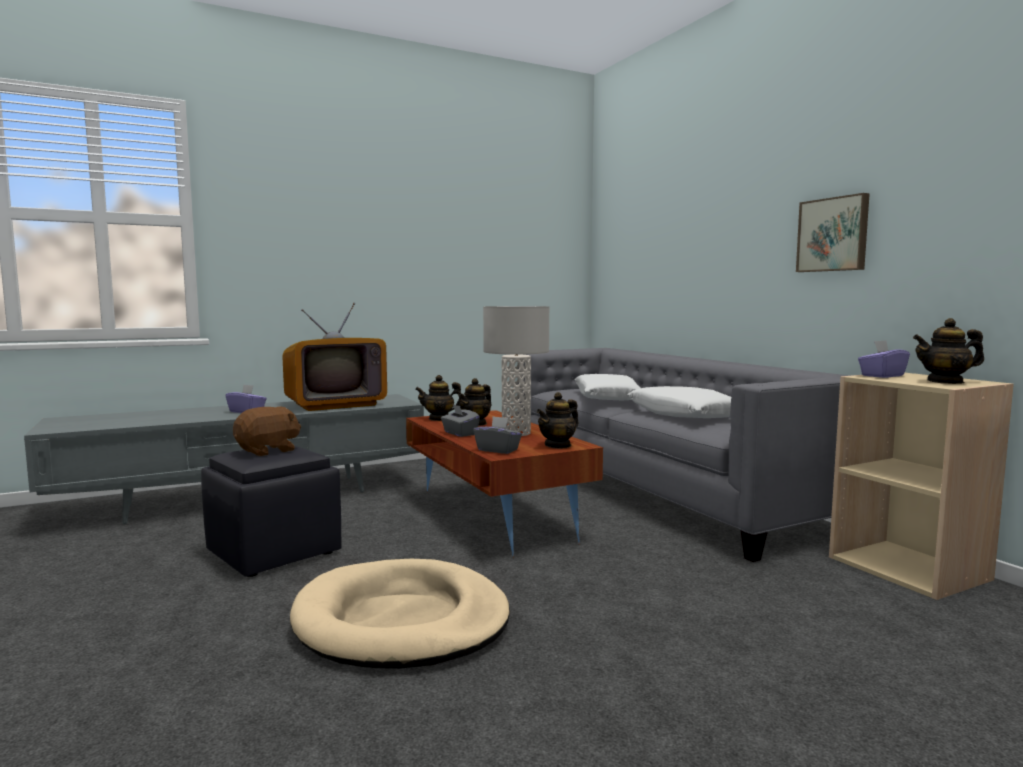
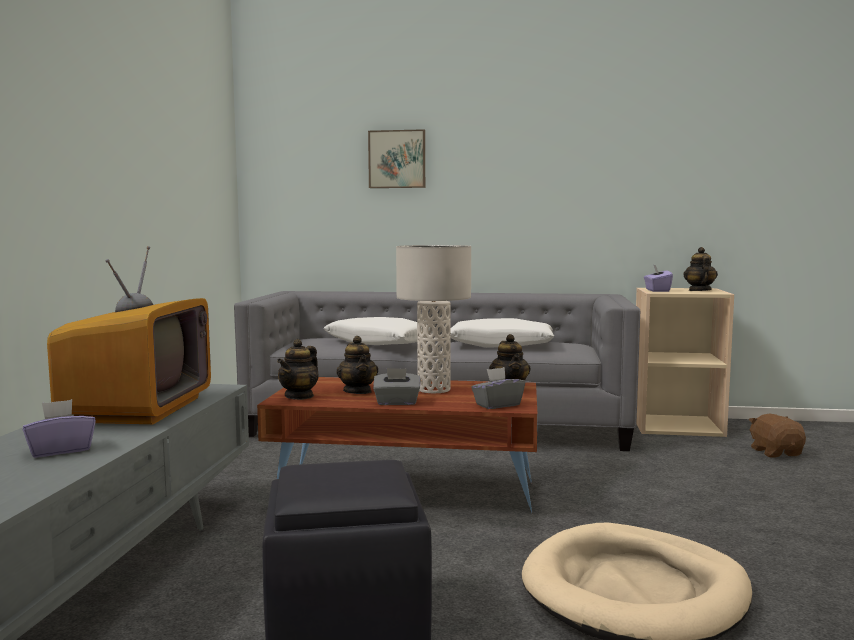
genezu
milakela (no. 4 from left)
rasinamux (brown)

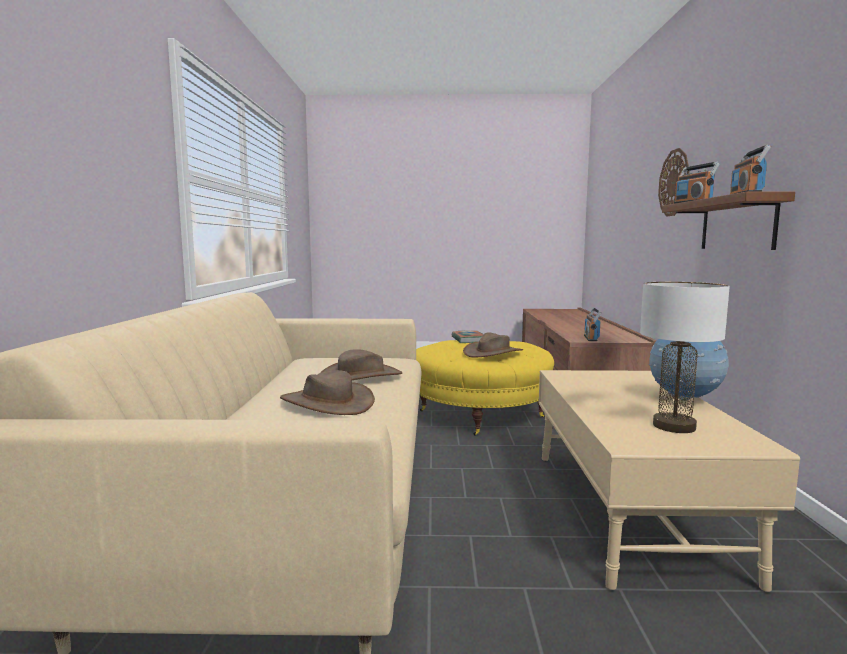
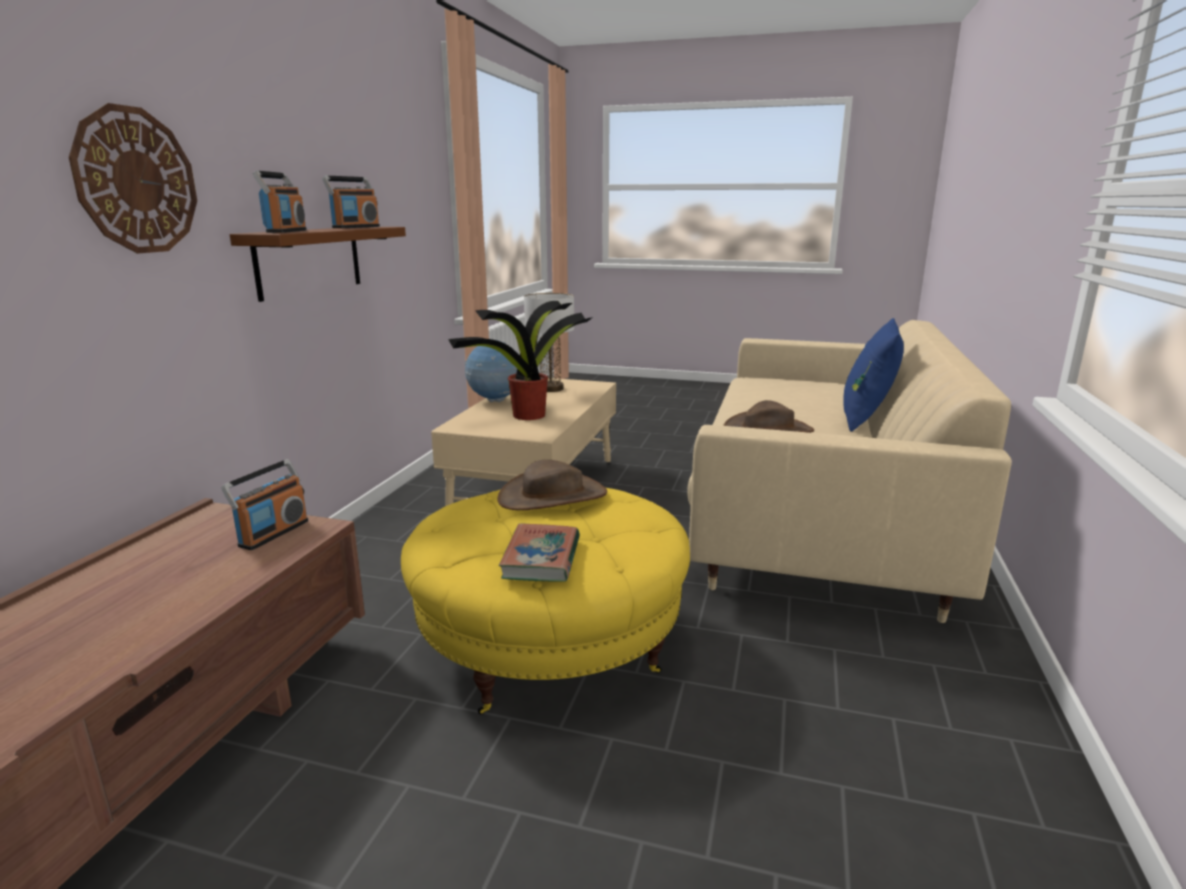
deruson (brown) (no. 1 from left in the first image)
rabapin
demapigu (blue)

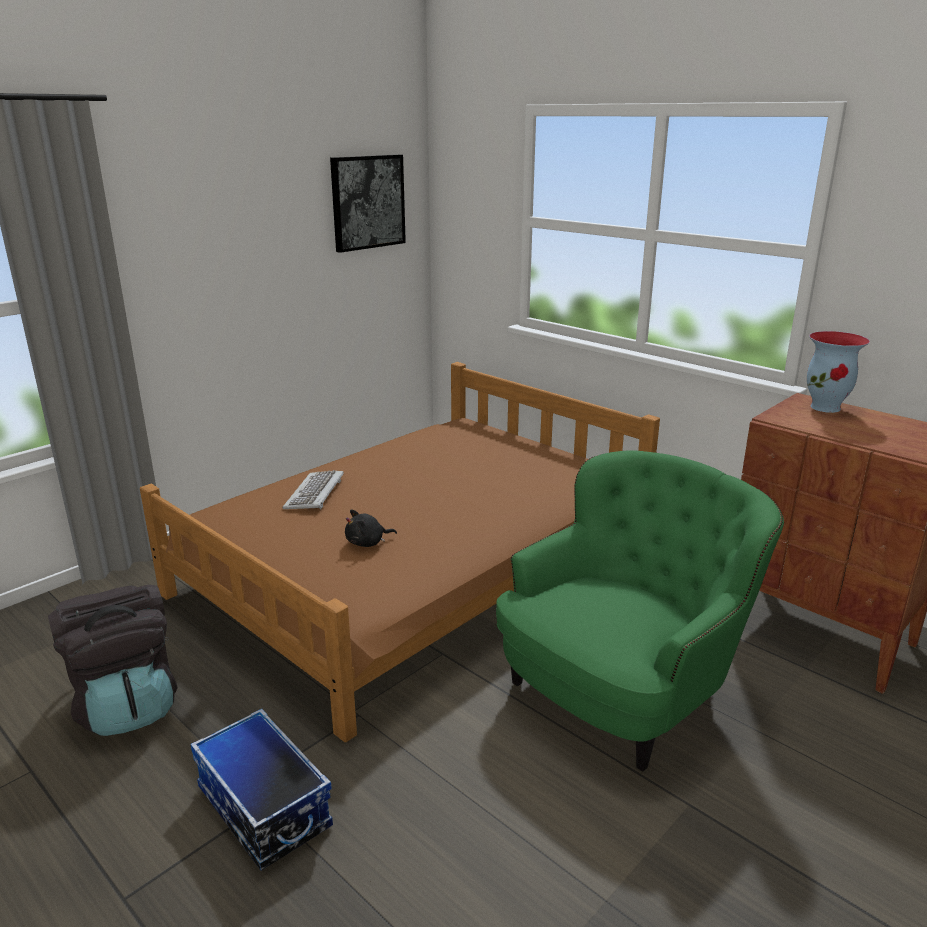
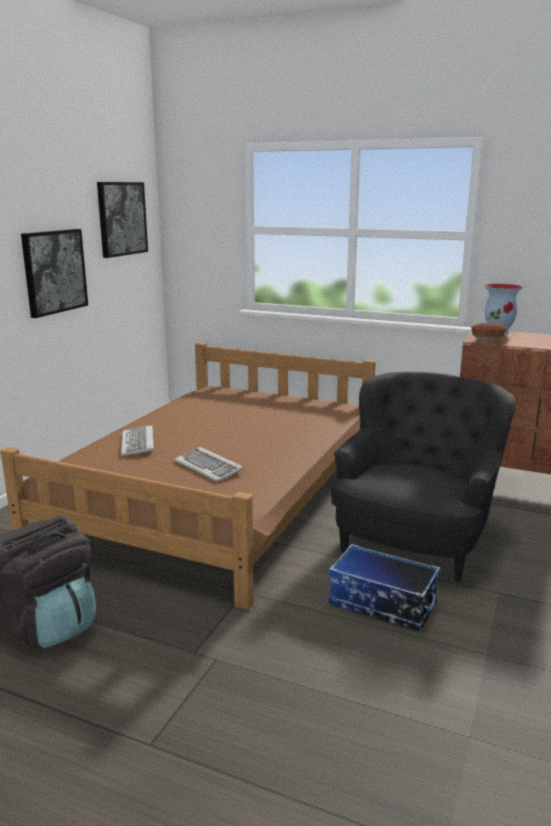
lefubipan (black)
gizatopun (no. 2 from left)
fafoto
genezu (no. 1 from left)
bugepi

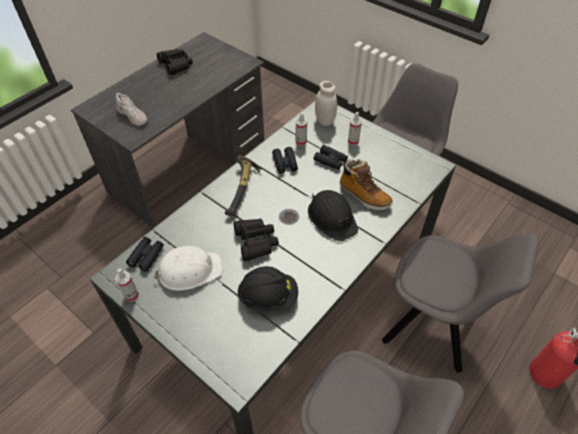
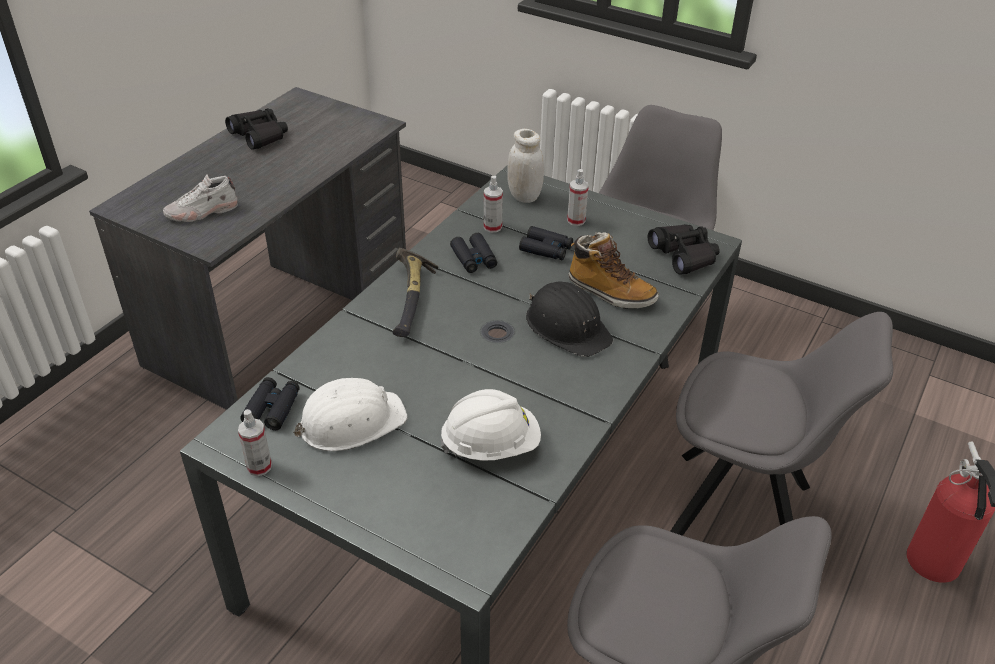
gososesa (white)
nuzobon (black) (no. 5 from left)
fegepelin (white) (no. 2 from left)

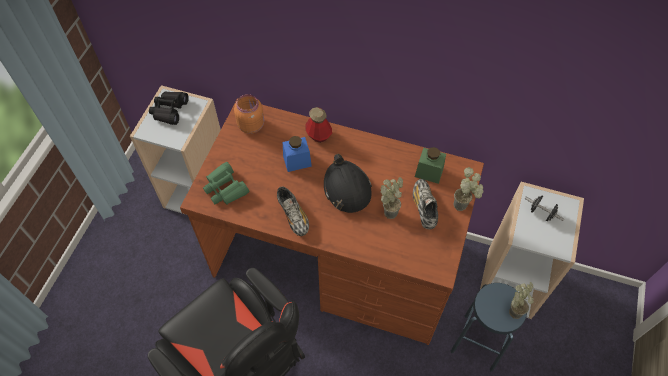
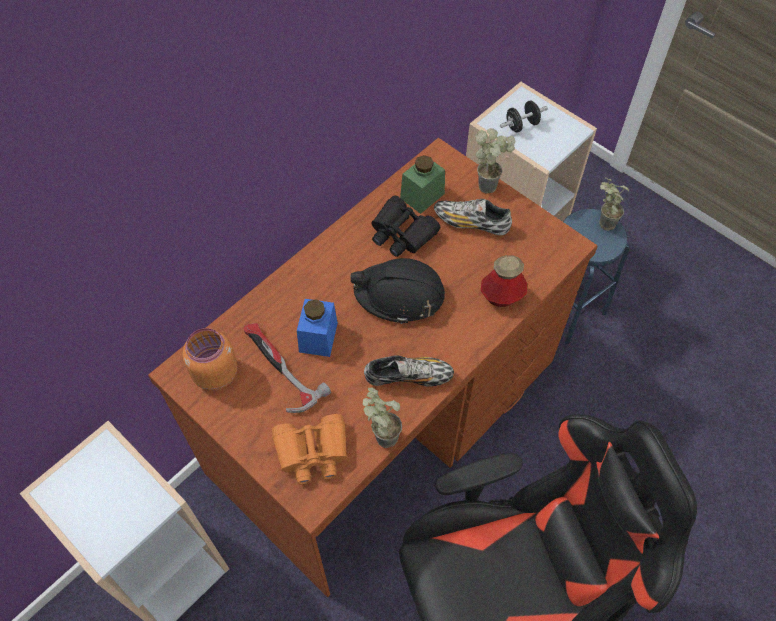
nuzobon (black)
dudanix
nuzobon (orange)
rabapin (no. 1 from left)
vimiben

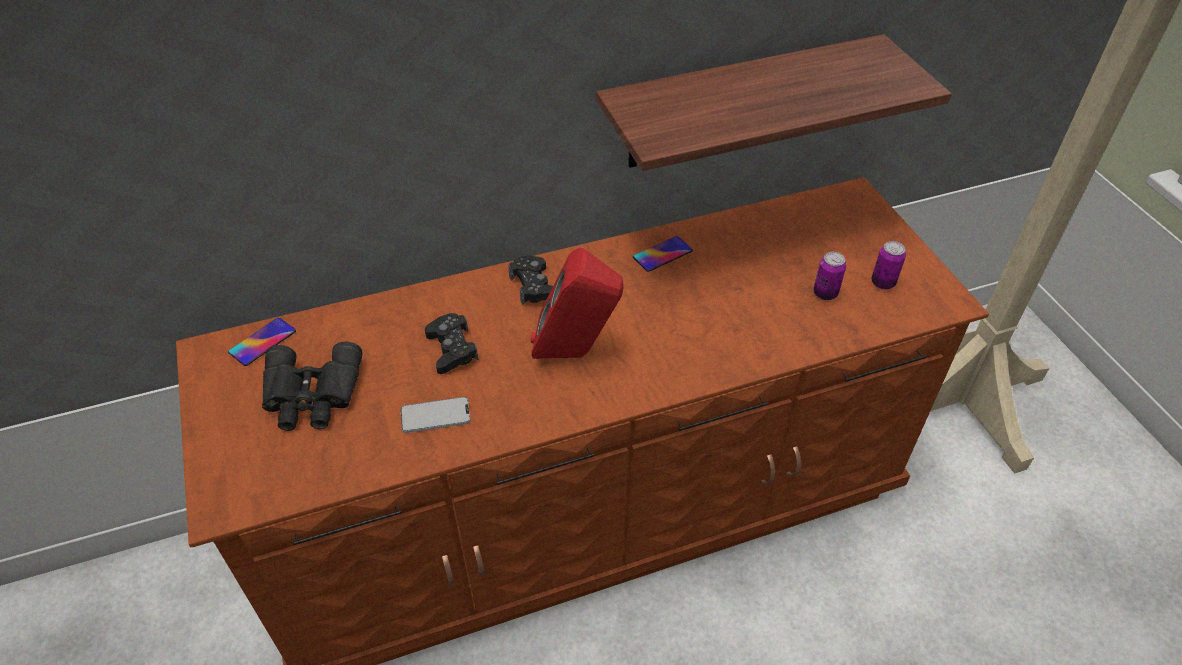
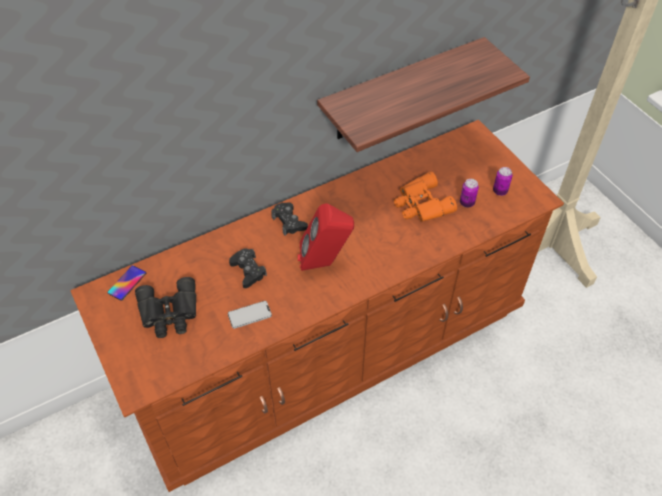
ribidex (no. 3 from left in the first image)
nuzobon (orange)

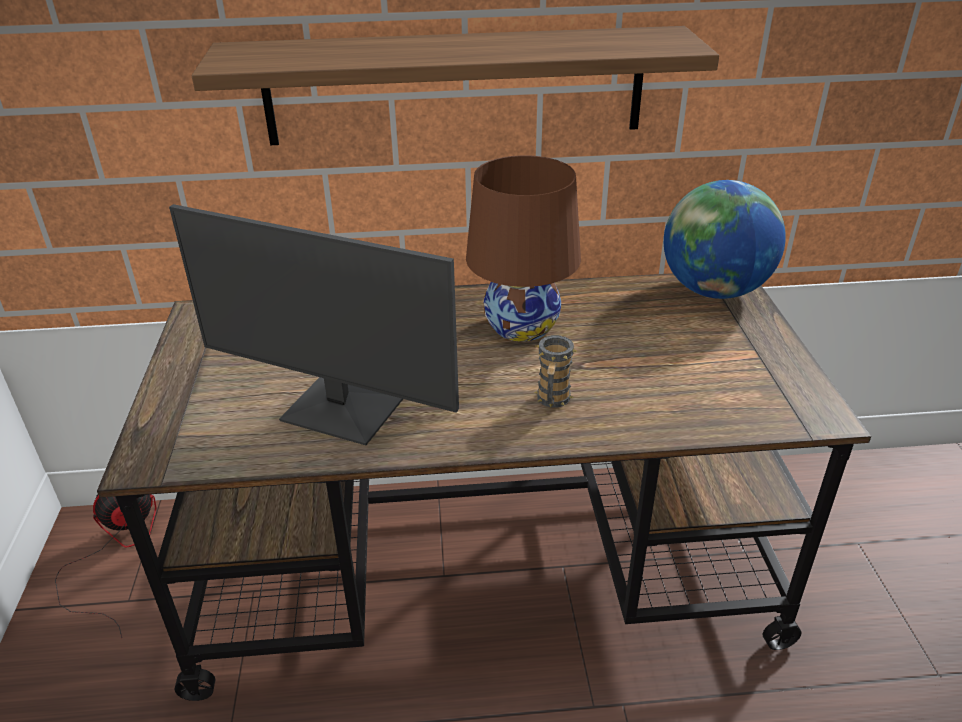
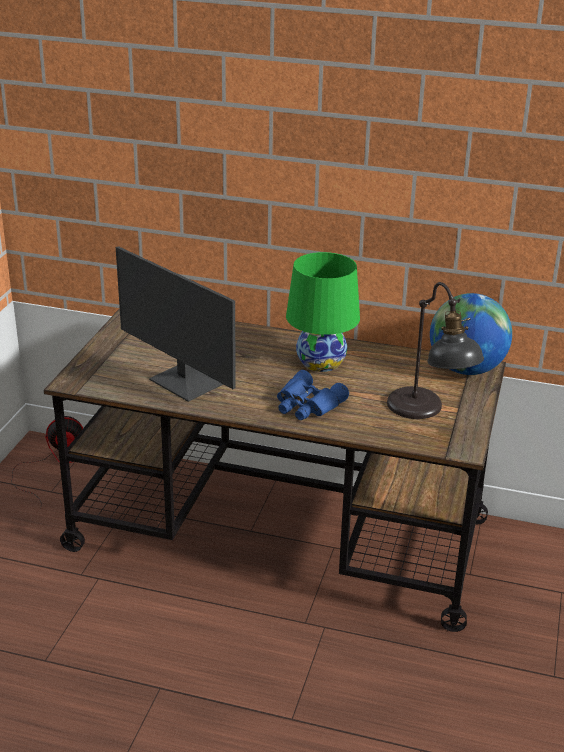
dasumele
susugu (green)
nuzobon (blue)
susugu (grey)

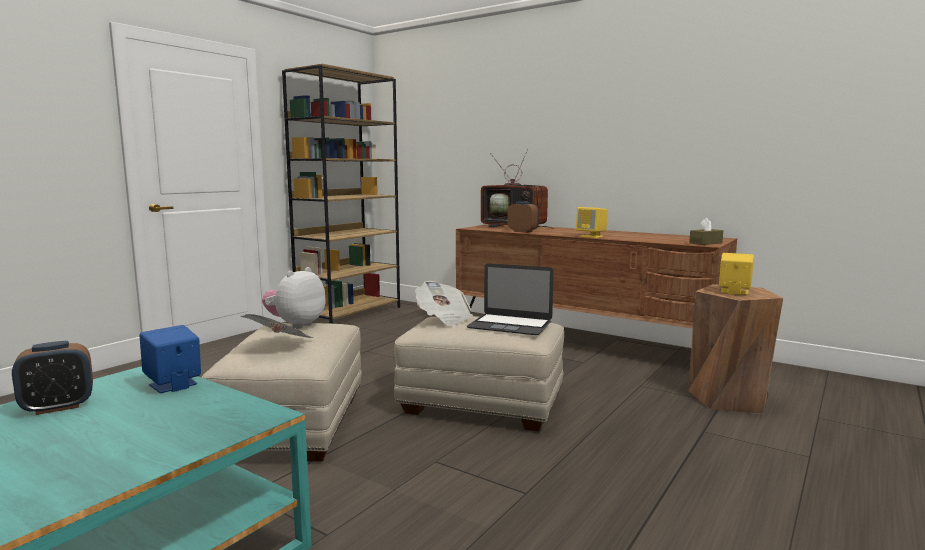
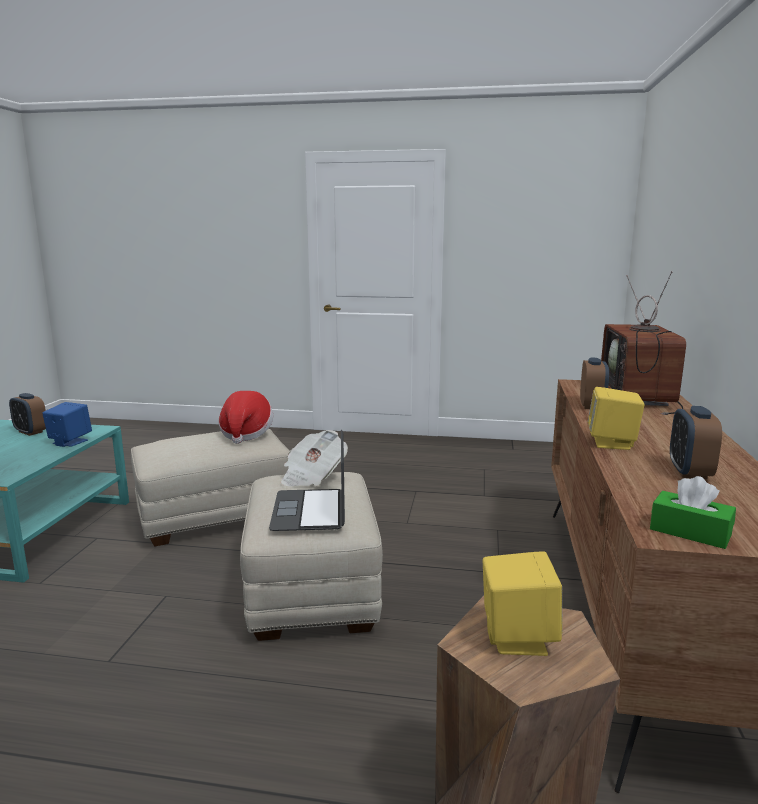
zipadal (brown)
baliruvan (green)
deruson
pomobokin (no. 1 from left in the first image)
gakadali (no. 3 from left)

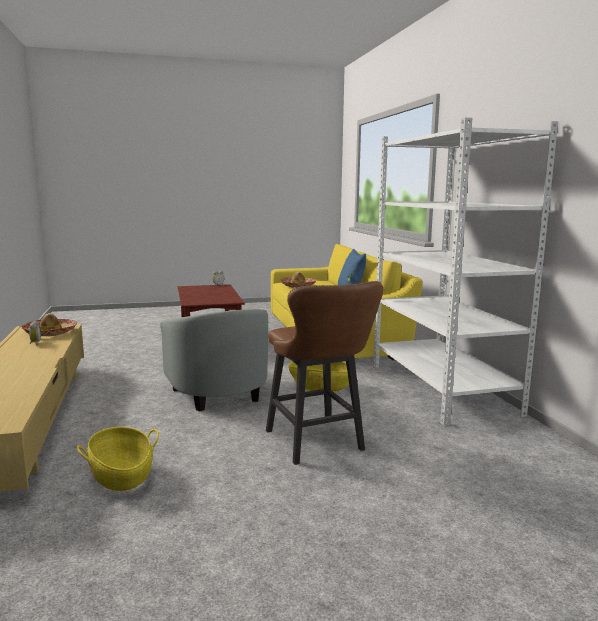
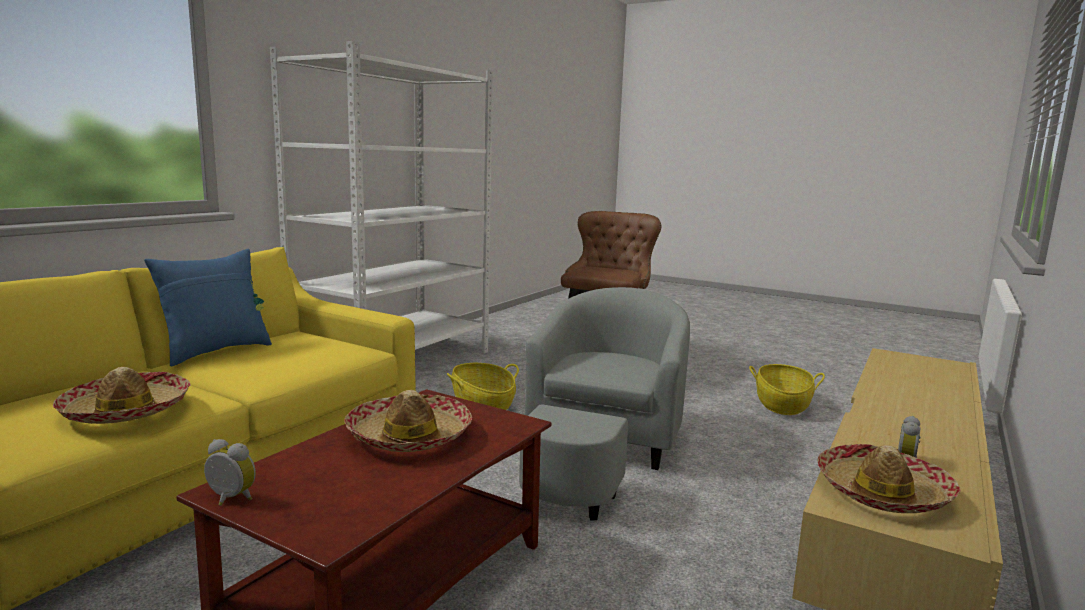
deruson (no. 2 from left)

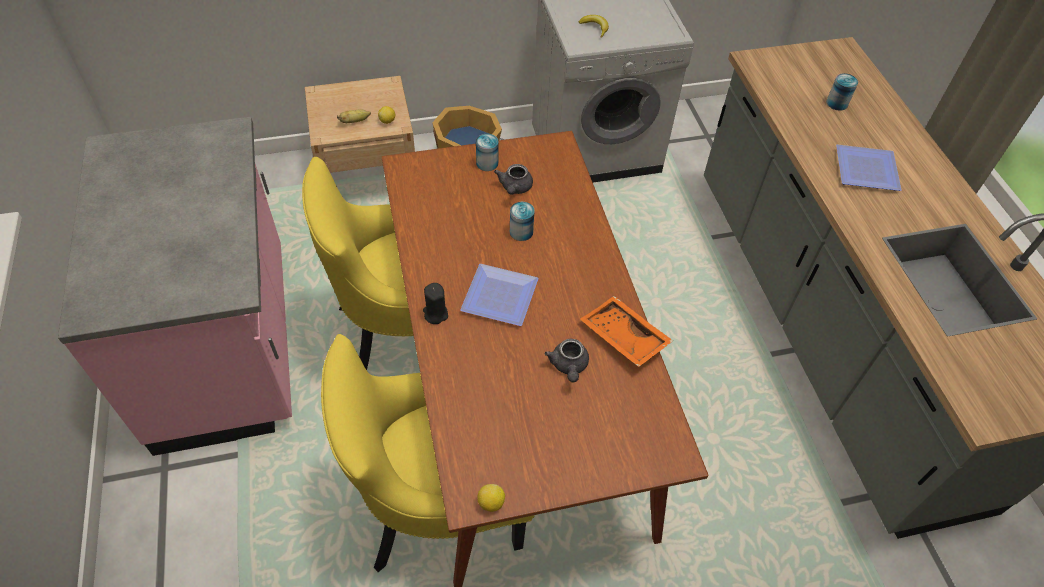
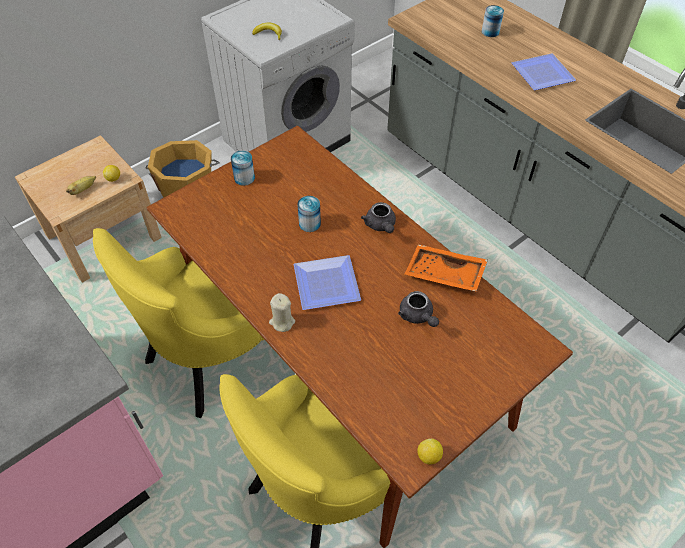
milakela (grey) (no. 1 from left)
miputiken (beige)

